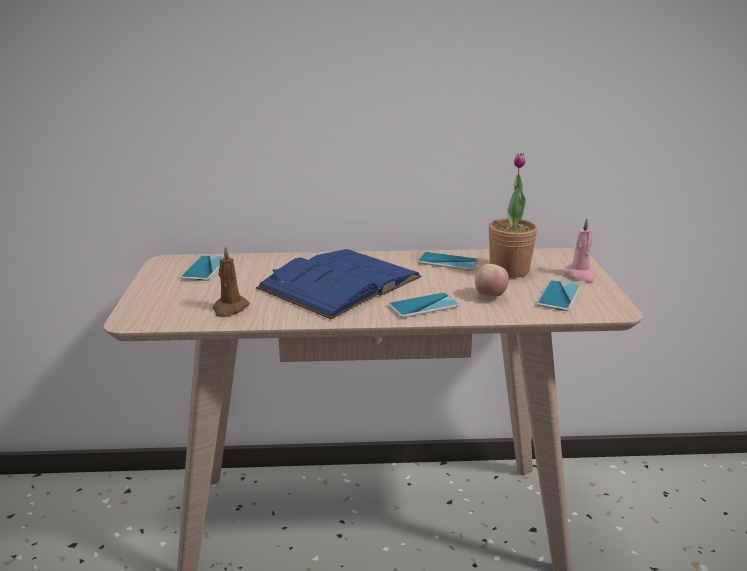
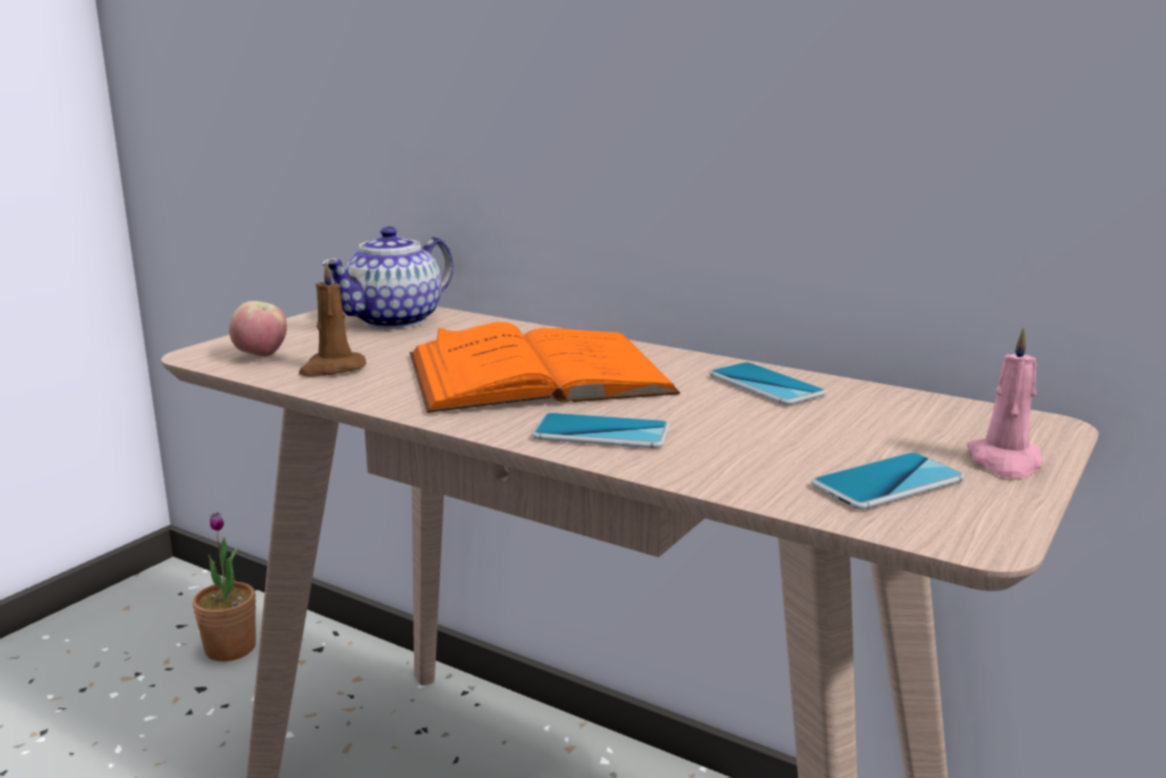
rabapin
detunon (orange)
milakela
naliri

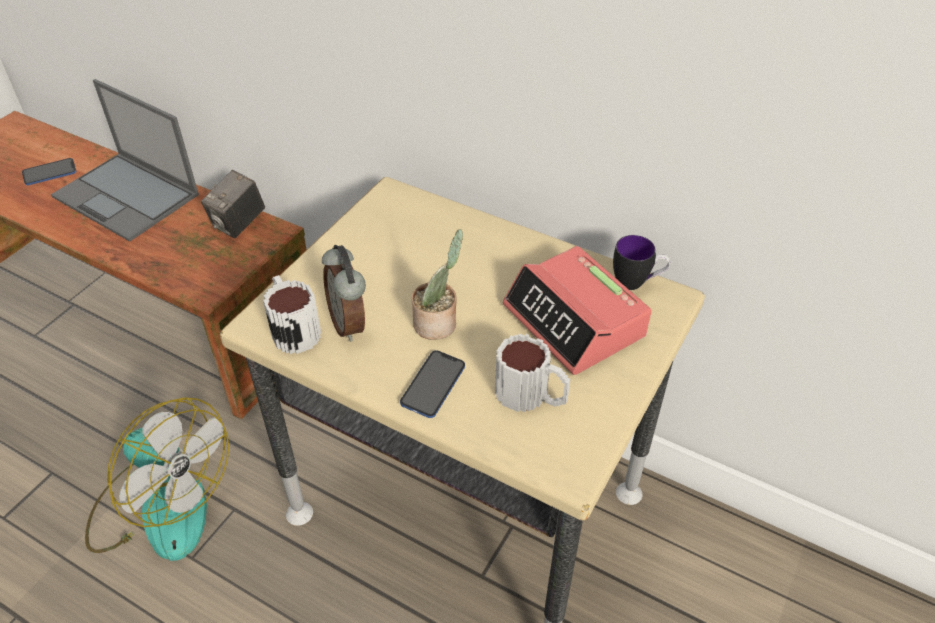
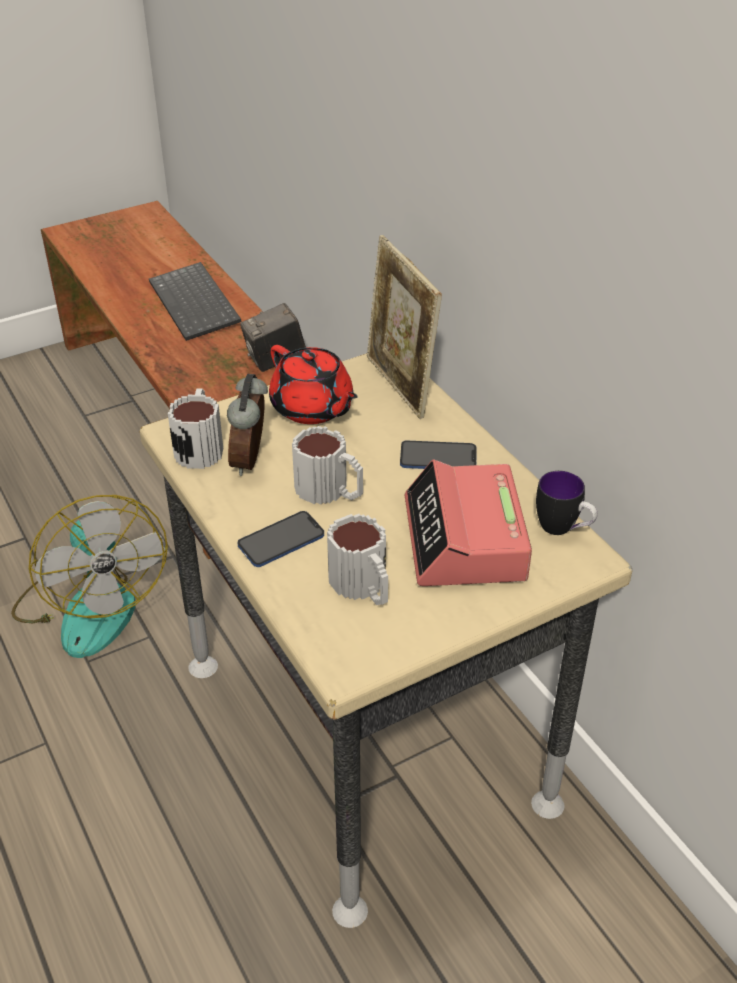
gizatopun
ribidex (no. 2 from left)
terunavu (no. 2 from left)
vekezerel
milakela (red)

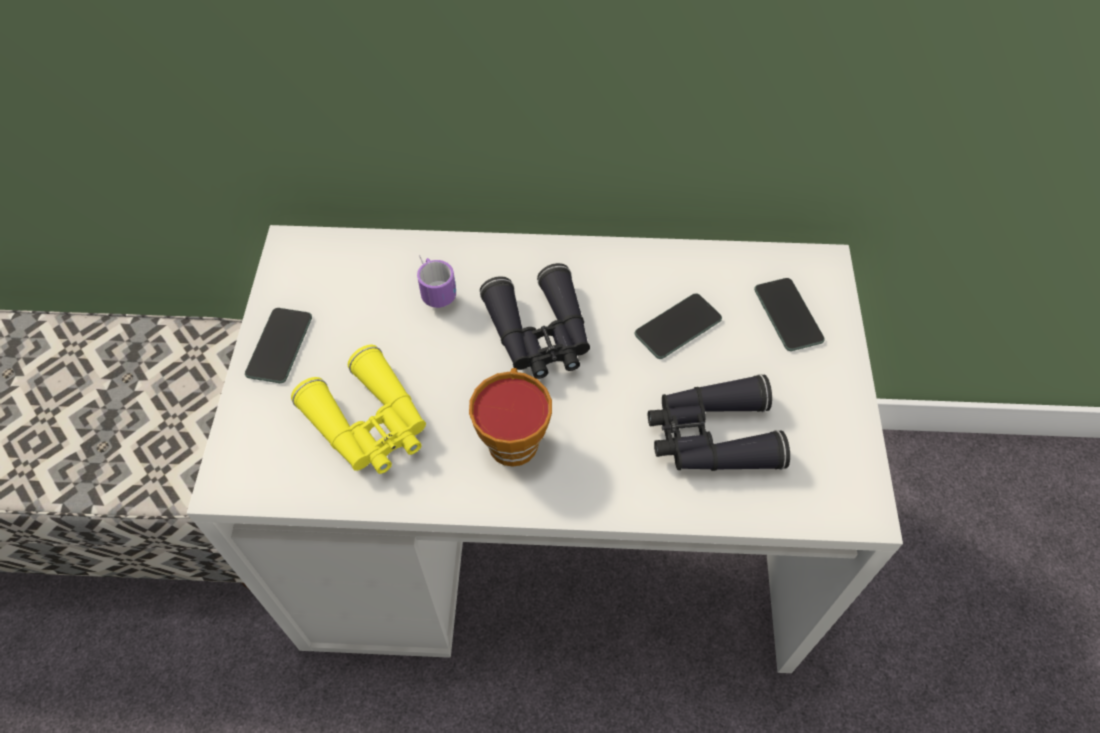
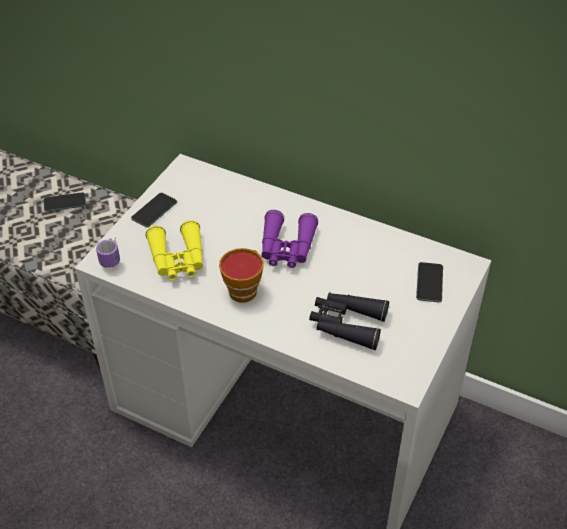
terunavu
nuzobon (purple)
ribidex (no. 1 from left)

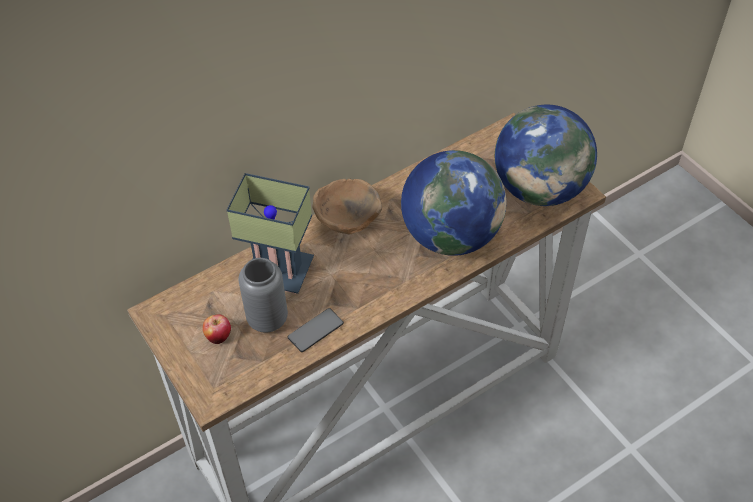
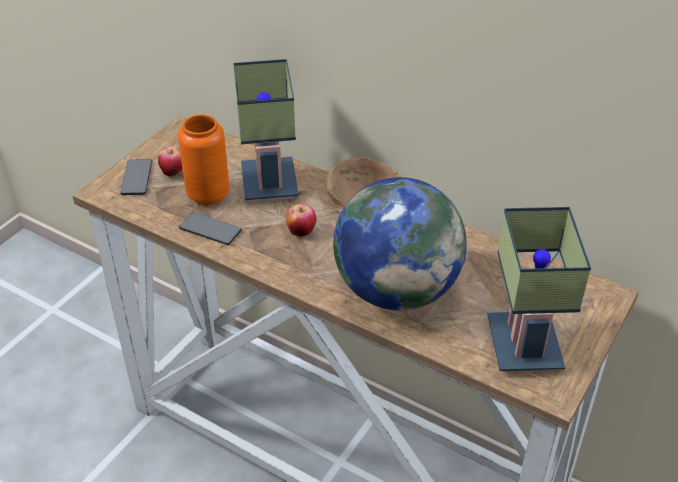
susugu (no. 2 from left)
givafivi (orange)
ribidex (no. 1 from left)
naliri (no. 2 from left)

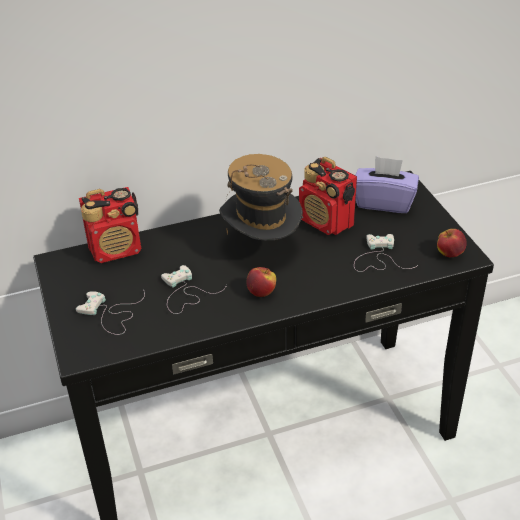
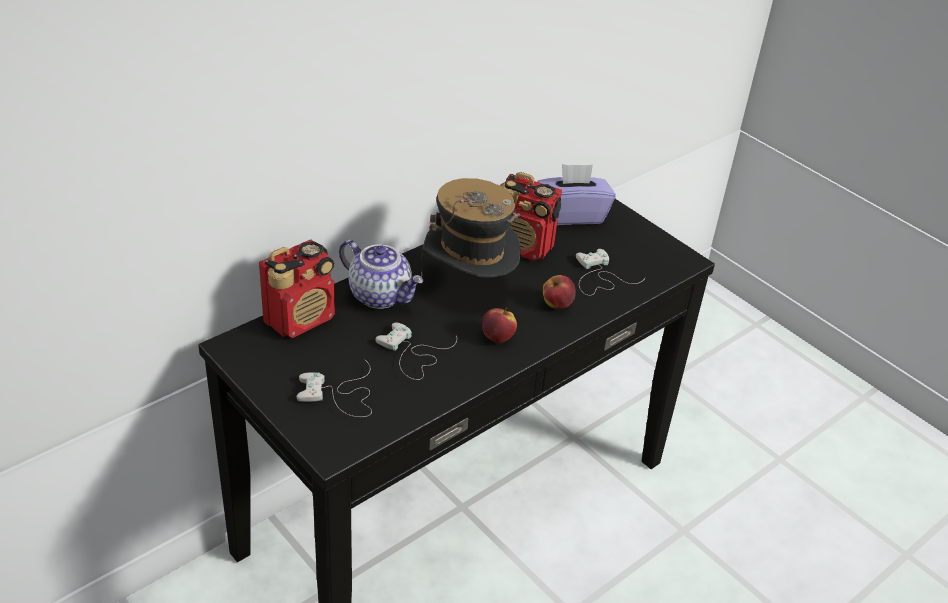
naliri (no. 2 from left)
milakela

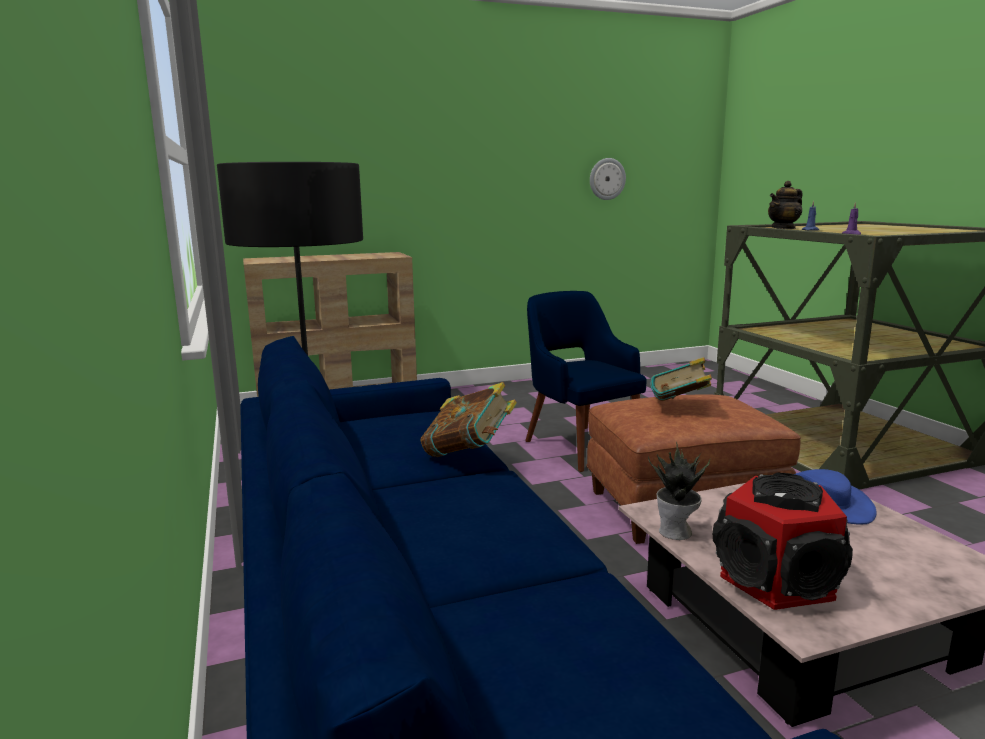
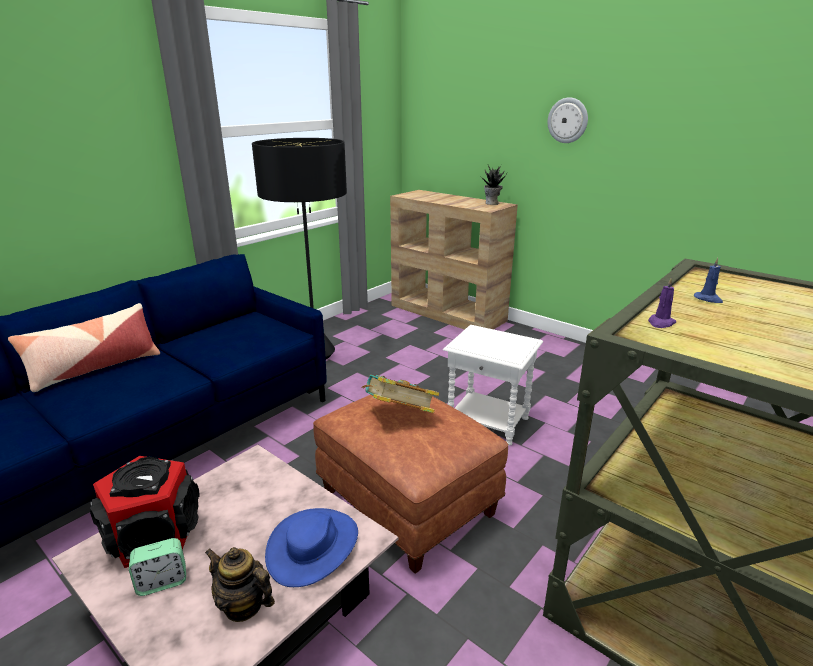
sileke
milakela
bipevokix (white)
detunon (no. 1 from left in the first image)
rabapin
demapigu
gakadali

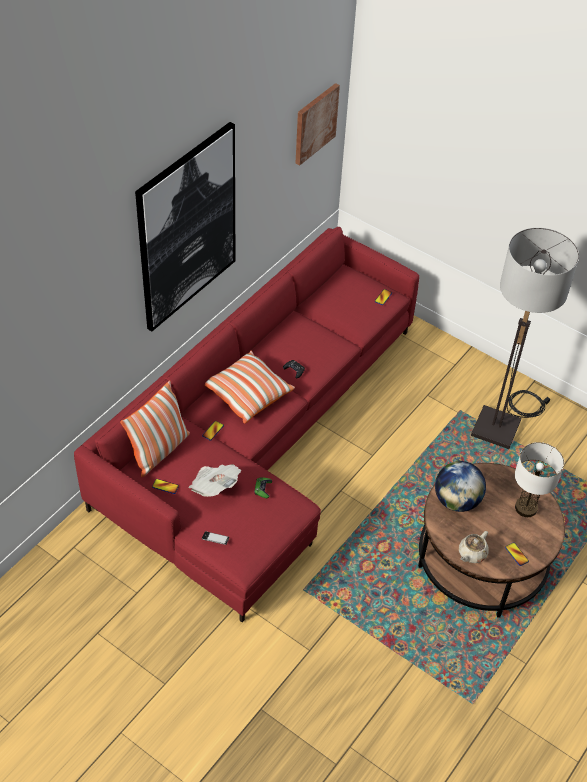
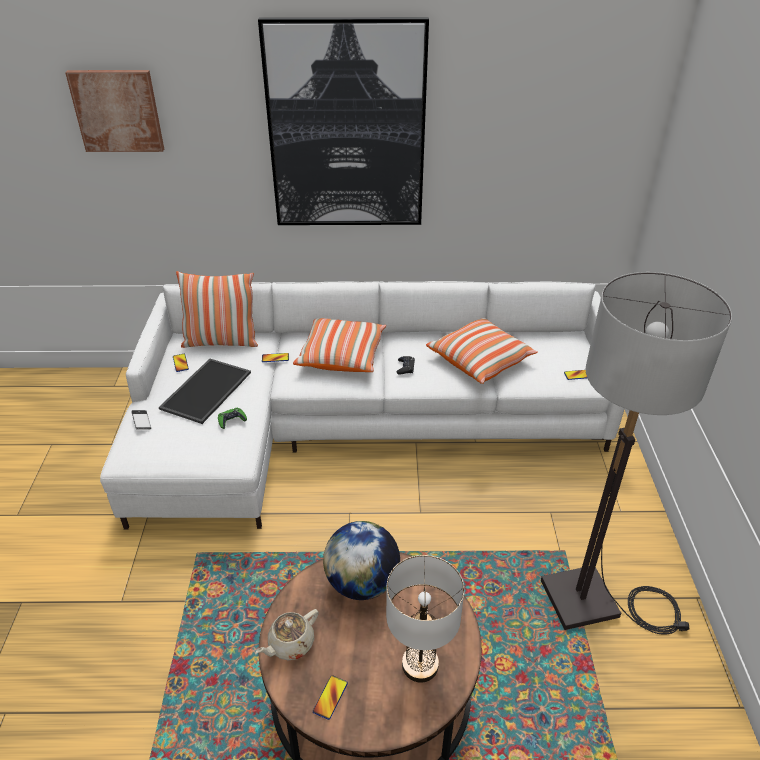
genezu (no. 1 from left)
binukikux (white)
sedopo
milakela (beige)
demapigu (no. 3 from left)

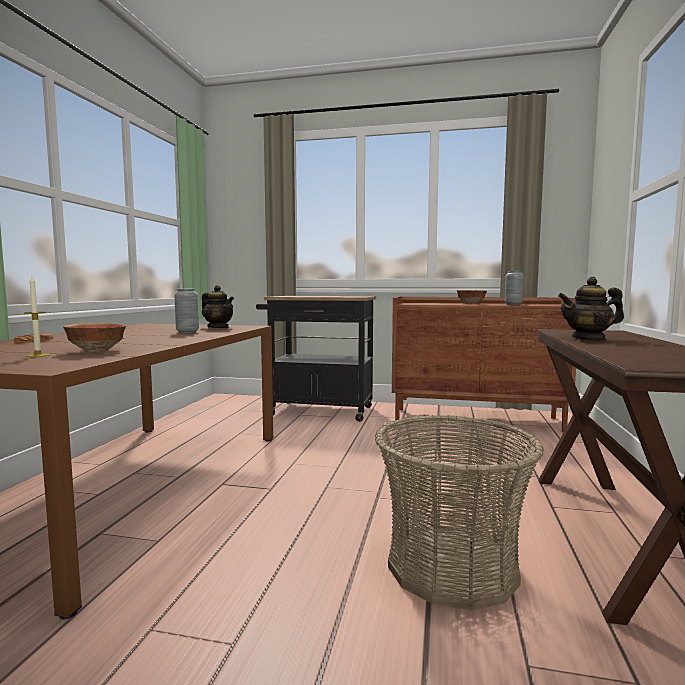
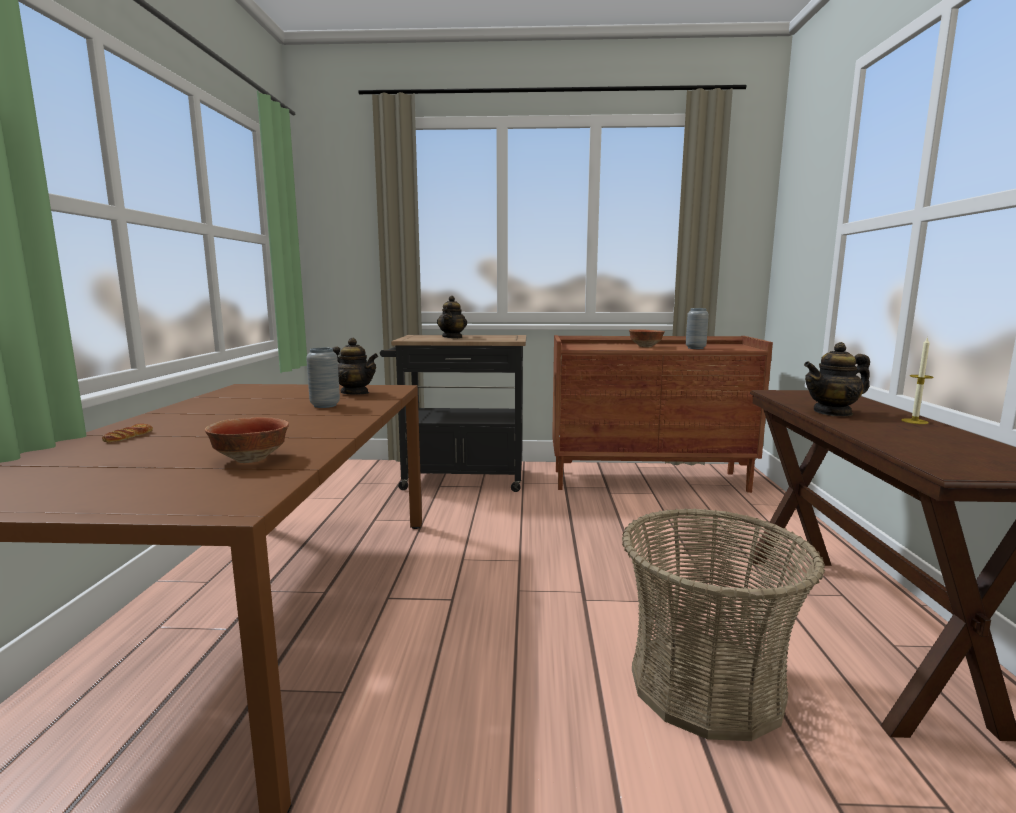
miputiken
milakela (no. 2 from left)

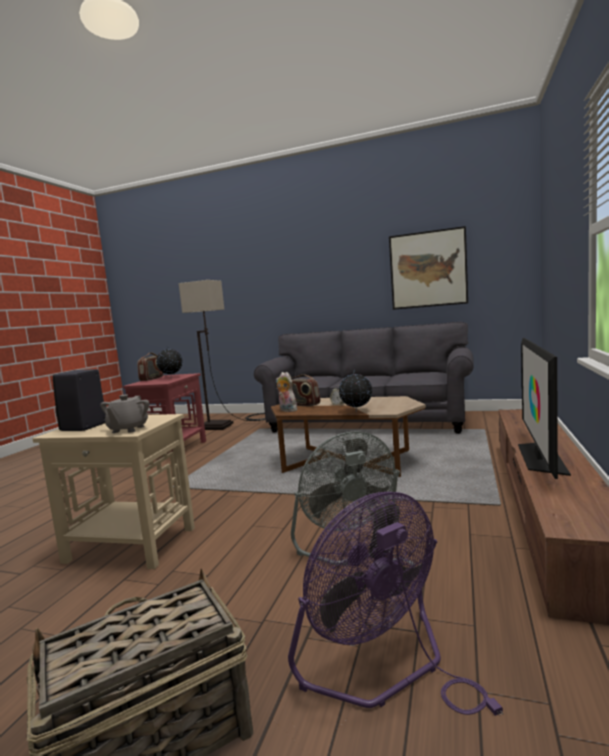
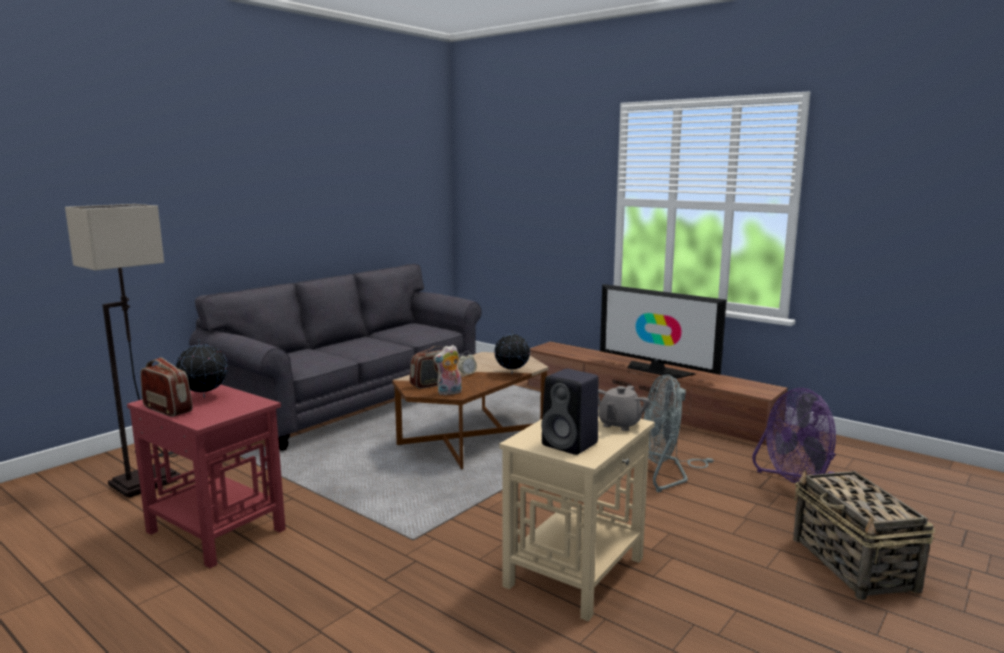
genezu
milakela (grey)

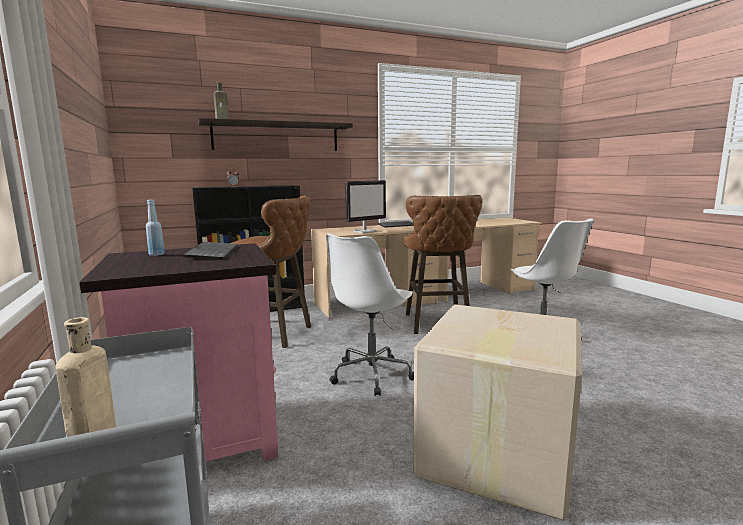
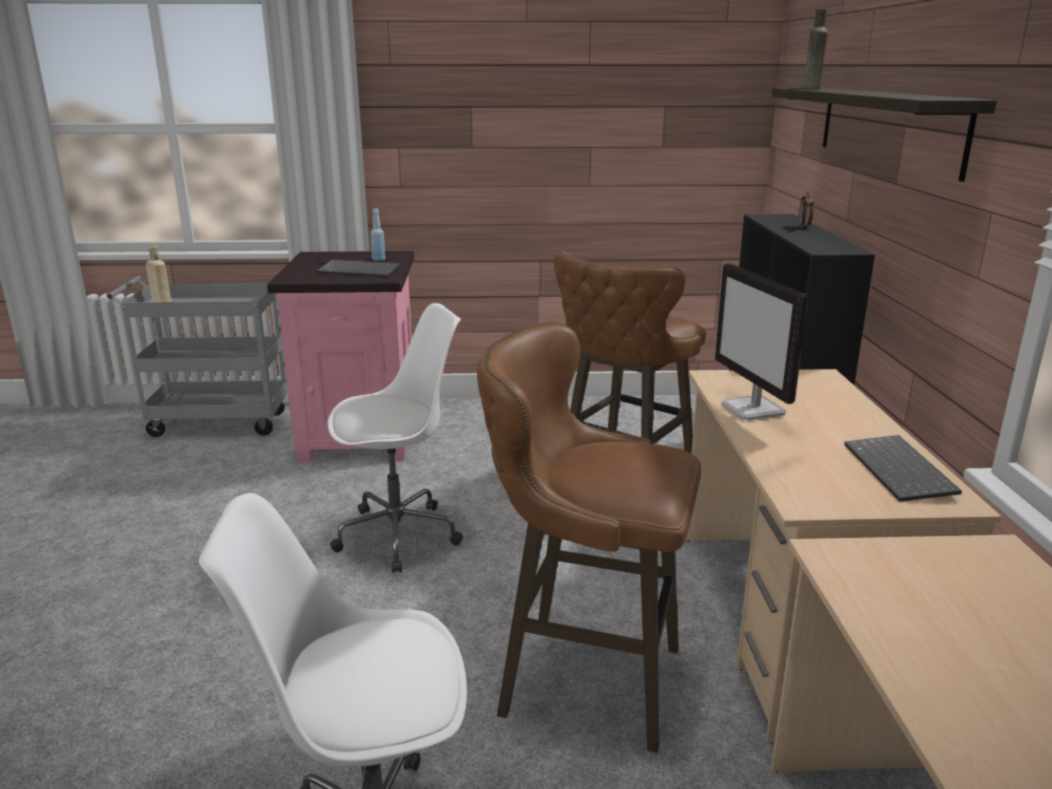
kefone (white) (no. 2 from left)
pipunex

